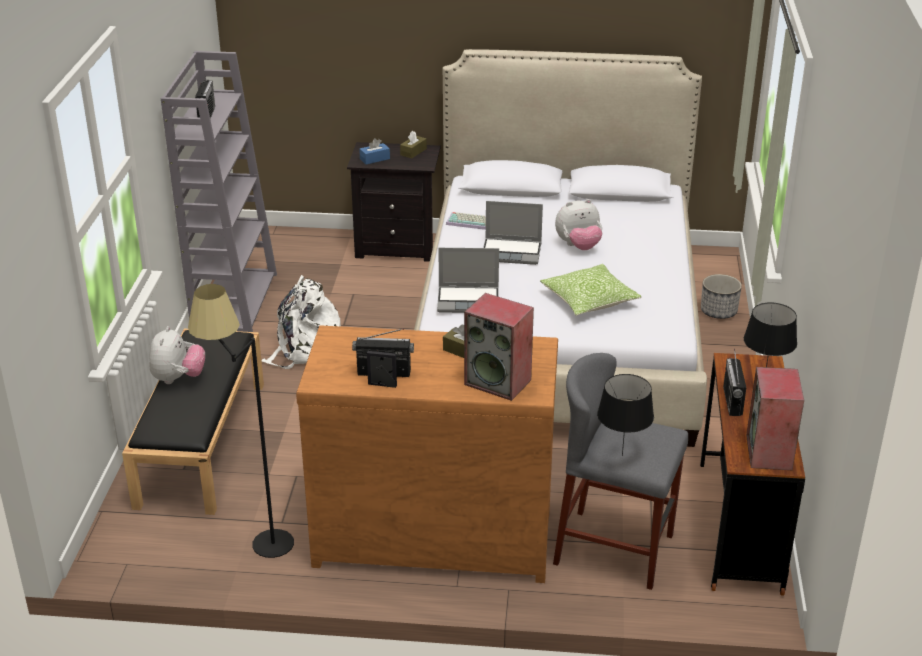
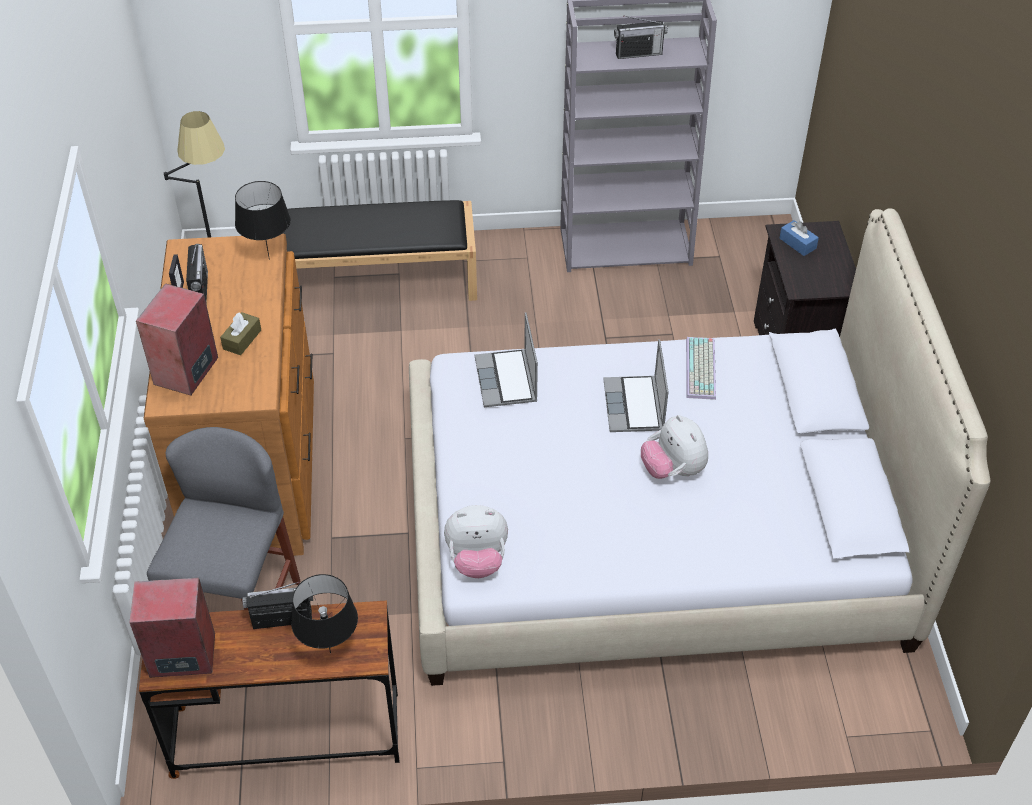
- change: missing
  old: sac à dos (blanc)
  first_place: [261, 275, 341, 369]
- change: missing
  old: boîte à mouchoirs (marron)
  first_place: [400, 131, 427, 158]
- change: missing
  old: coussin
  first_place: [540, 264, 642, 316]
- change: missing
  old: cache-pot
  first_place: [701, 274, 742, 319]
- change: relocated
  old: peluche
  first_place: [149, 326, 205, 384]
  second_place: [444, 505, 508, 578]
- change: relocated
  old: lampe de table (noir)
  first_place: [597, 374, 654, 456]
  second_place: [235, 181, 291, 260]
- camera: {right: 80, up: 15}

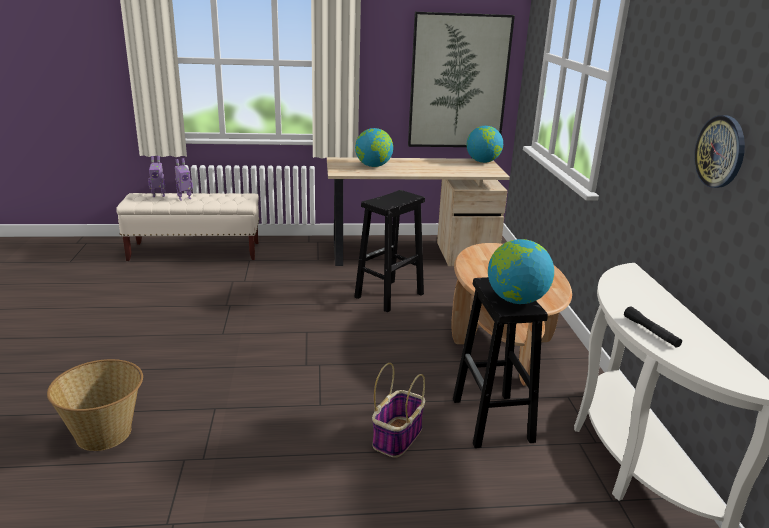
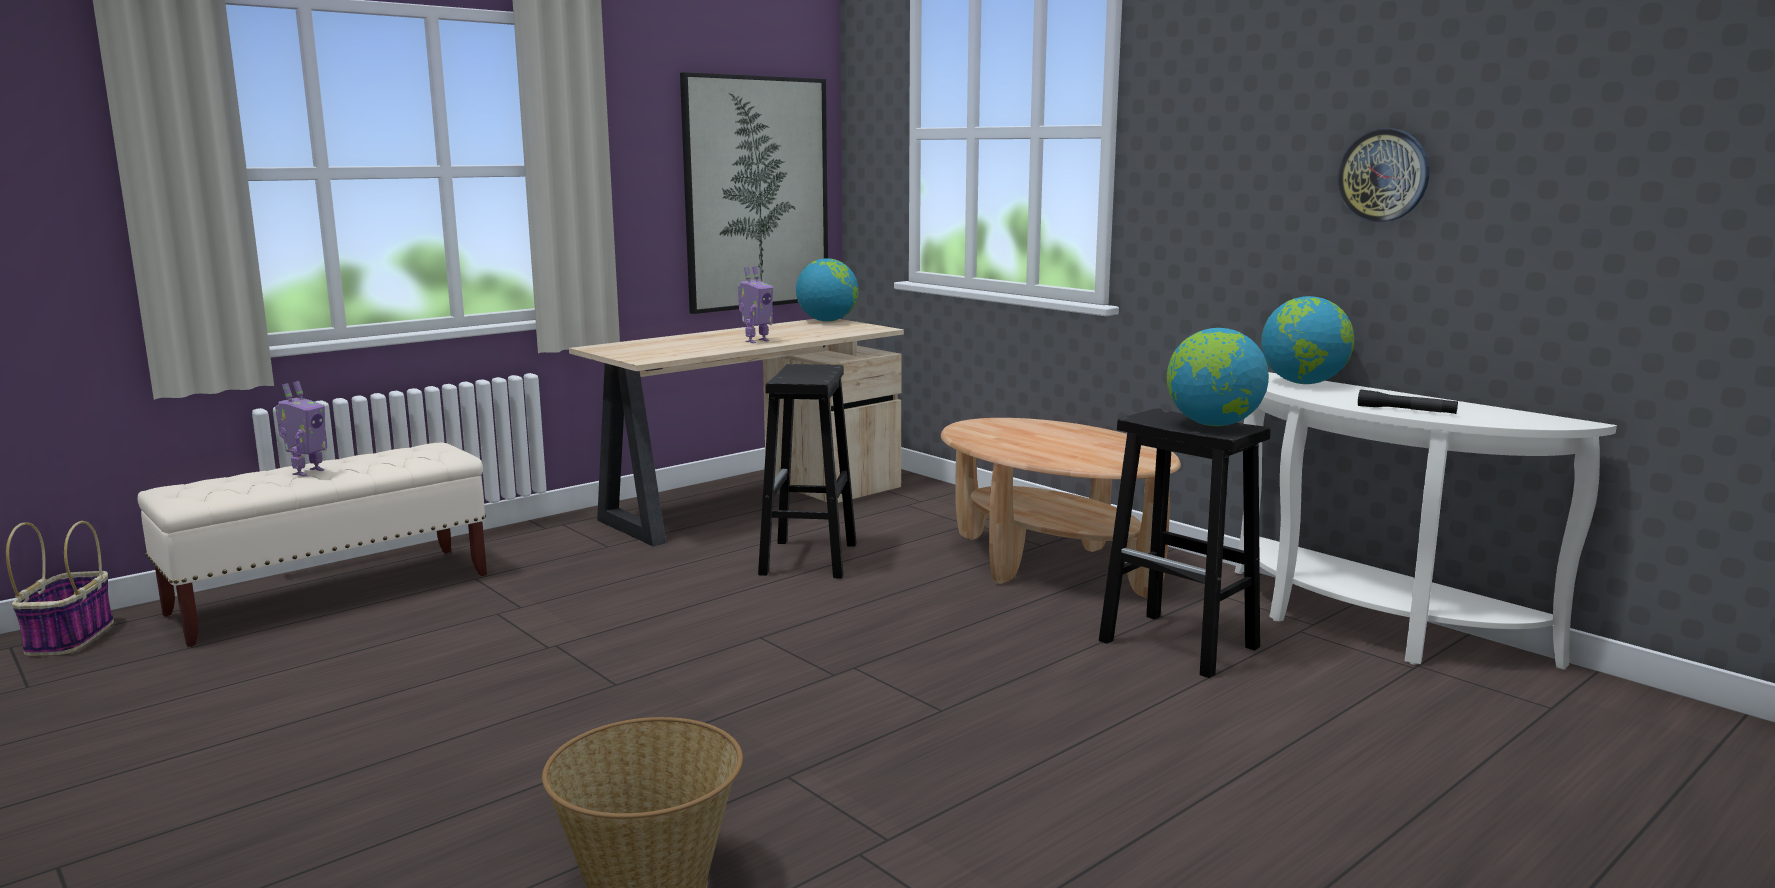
- change: relocated
  old: robot jouet
  first_place: [148, 156, 166, 197]
  second_place: [738, 266, 773, 343]
- change: relocated
  old: globe
  first_place: [355, 128, 393, 167]
  second_place: [1261, 296, 1354, 384]
- change: relocated
  old: panier
  first_place: [372, 363, 425, 457]
  second_place: [6, 521, 114, 656]
- camera: {right: -35, up: -10}

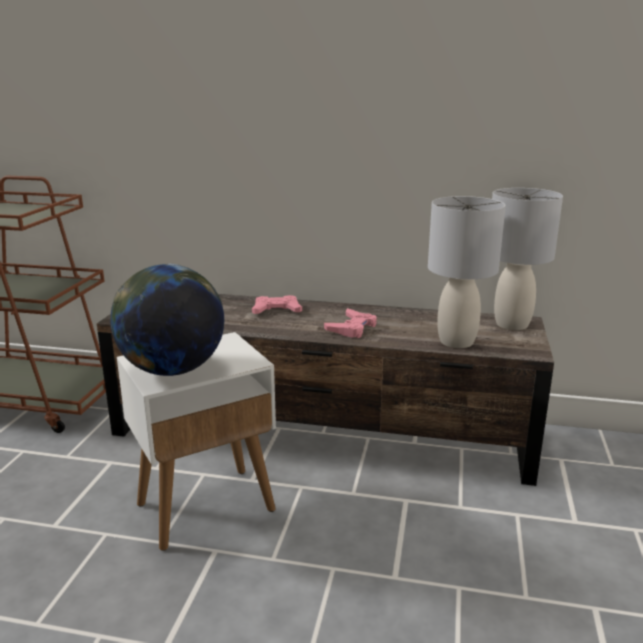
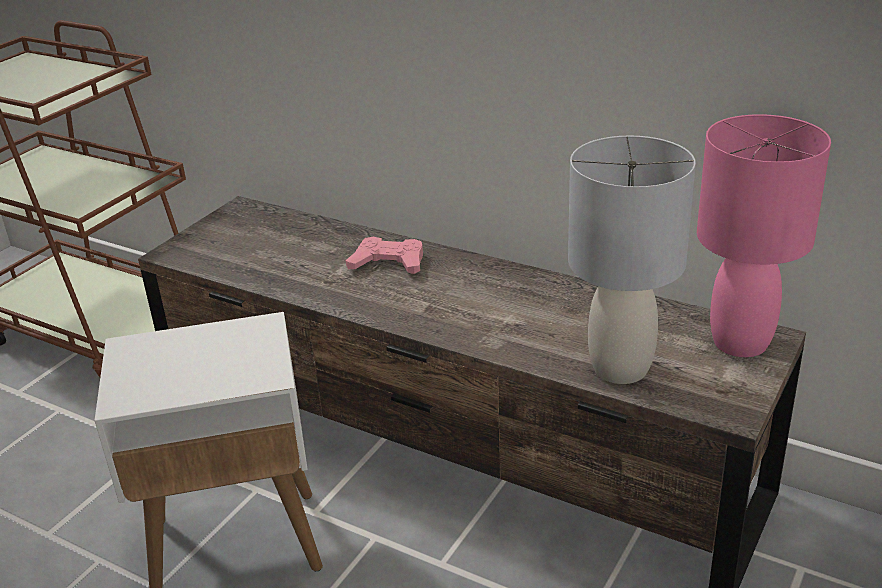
- change: missing
  old: globe
  first_place: [110, 264, 224, 376]
- change: missing
  old: manette (rose)
  first_place: [324, 308, 377, 338]
- change: colour
  old: lampe de table (gris)
  new: lampe de table (rose)
  first_place: [492, 188, 563, 330]
  second_place: [697, 114, 831, 357]
- camera: {right: 20, up: 10}

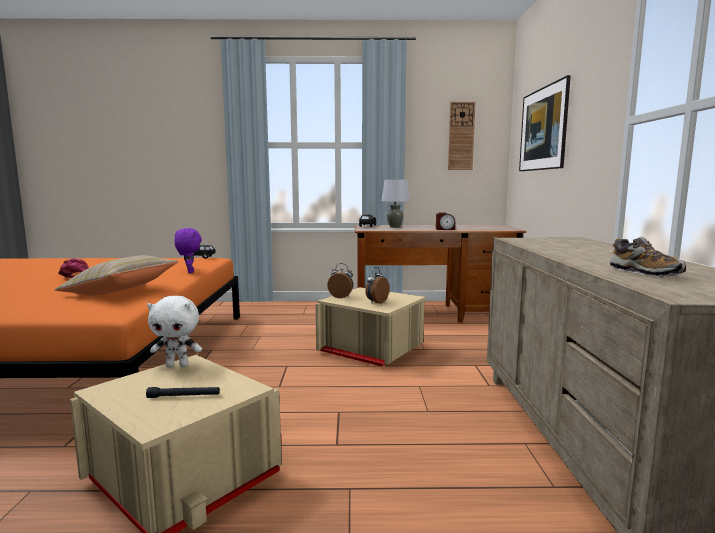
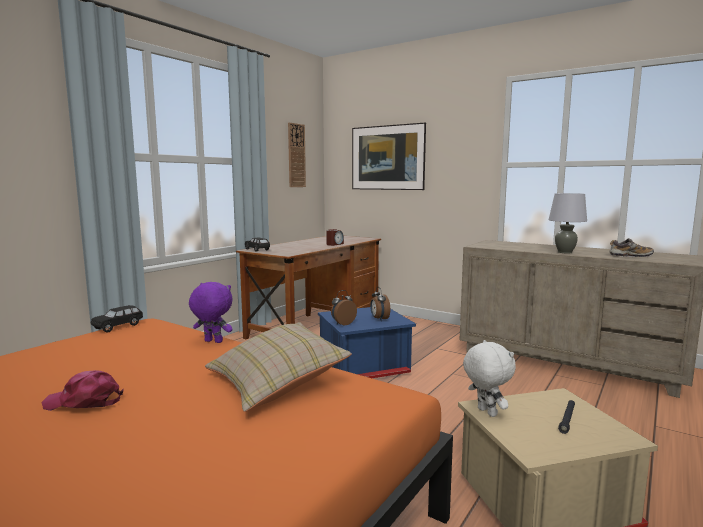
- change: relocated
  old: lampe de table (gris)
  first_place: [381, 179, 410, 228]
  second_place: [548, 193, 587, 254]
- change: colour
  old: boîte de rangement (beige)
  new: boîte de rangement (bleu)
  first_place: [315, 287, 426, 367]
  second_place: [318, 307, 416, 378]
- change: spun
  old: peluche (blanc)
  first_place: [147, 295, 202, 367]
  second_place: [463, 340, 516, 417]
  degrees: -60
- camera: {right: -55, up: 0}

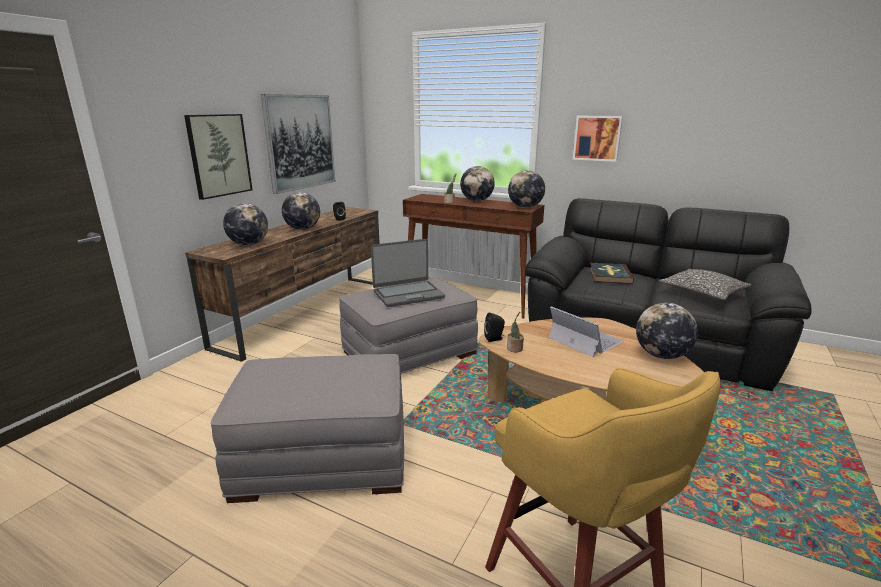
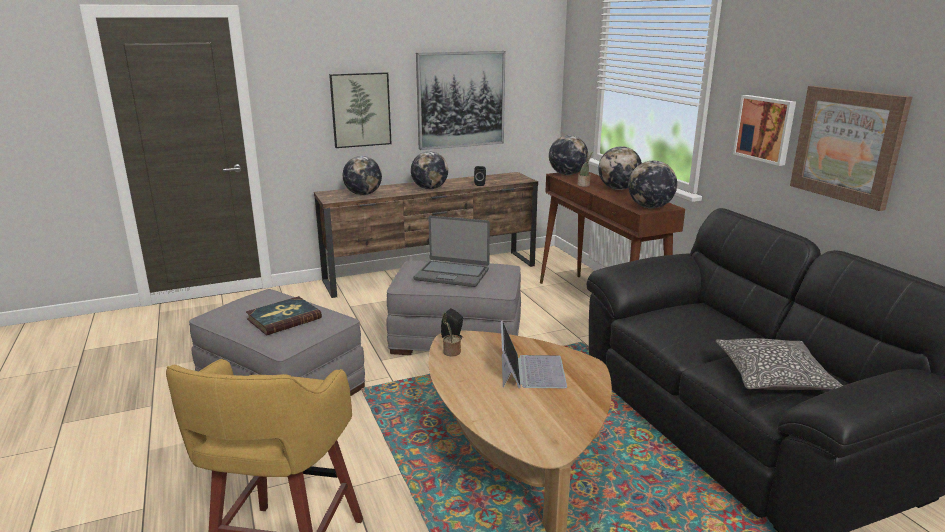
- change: appeared
  new: tableau
  second_place: [790, 86, 912, 211]
- change: relocated
  old: livre
  first_place: [589, 263, 634, 284]
  second_place: [246, 296, 322, 335]
- change: relocated
  old: globe
  first_place: [636, 303, 698, 359]
  second_place: [549, 135, 588, 175]
- camera: {right: 40, up: 0}

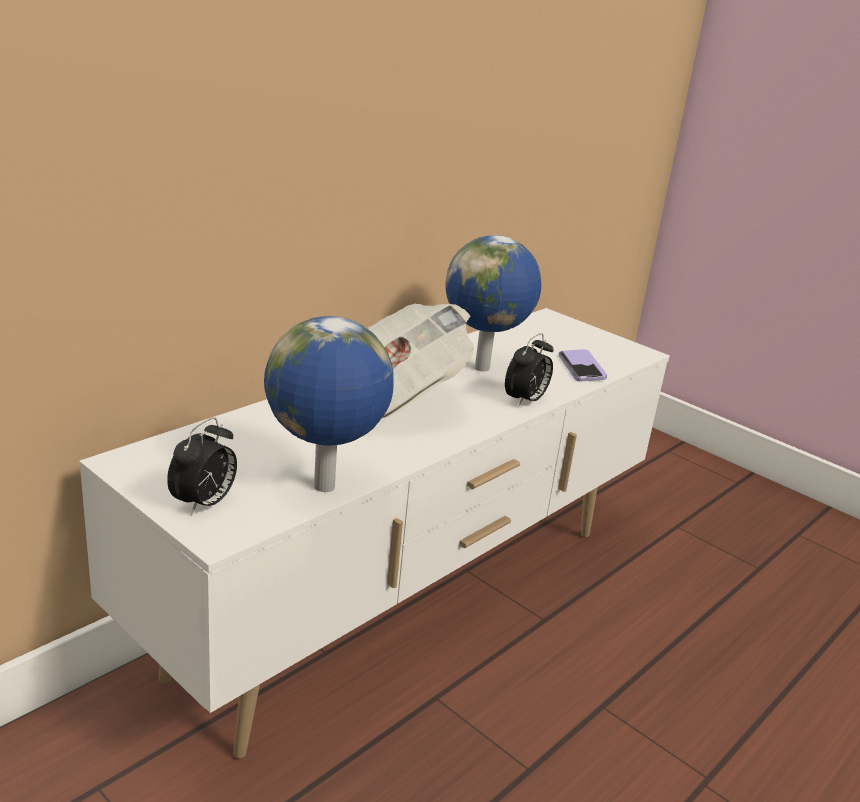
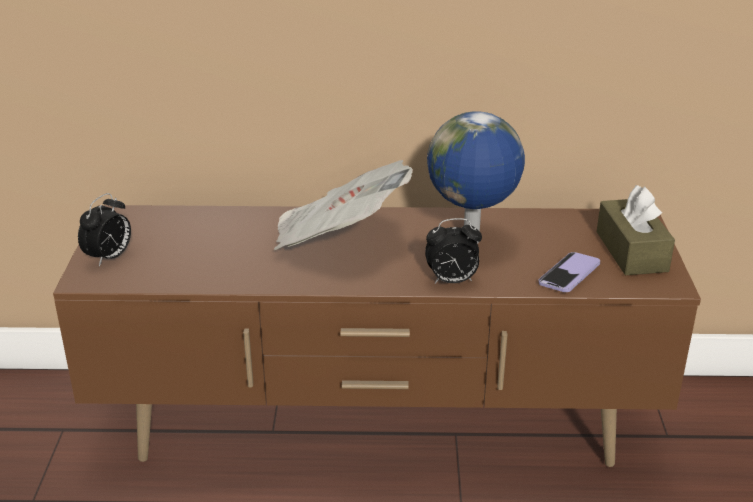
- change: missing
  old: globe
  first_place: [264, 316, 394, 492]
- change: appeared
  new: boîte à mouchoirs (marron)
  second_place: [597, 185, 675, 275]
- change: colour
  old: meuble télé (blanc)
  new: meuble télé (marron)
  first_place: [80, 308, 670, 759]
  second_place: [53, 205, 701, 467]
- change: spun
  old: réveil
  first_place: [167, 417, 237, 516]
  second_place: [78, 193, 131, 267]
  degrees: -45
- camera: {right: 50, up: 5}

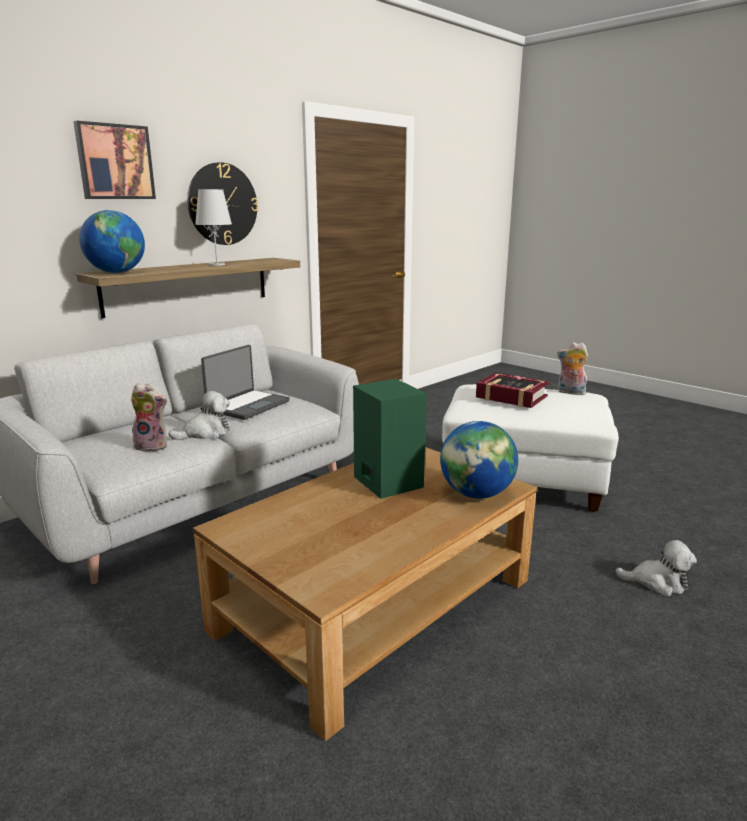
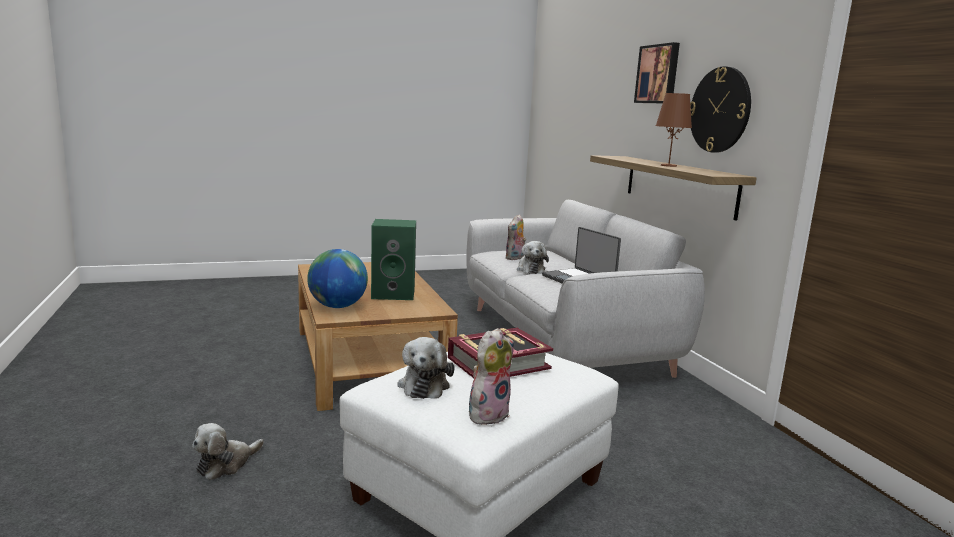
- change: missing
  old: globe
  first_place: [79, 210, 145, 273]
- change: appeared
  new: peluche
  second_place: [398, 337, 454, 399]
- change: colour
  old: lampe de table (blanc)
  new: lampe de table (marron)
  first_place: [195, 189, 232, 266]
  second_place: [656, 93, 692, 167]
- camera: {right: 115, up: -5}

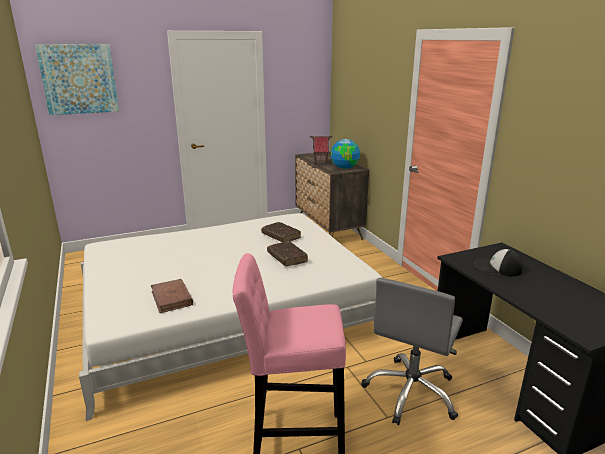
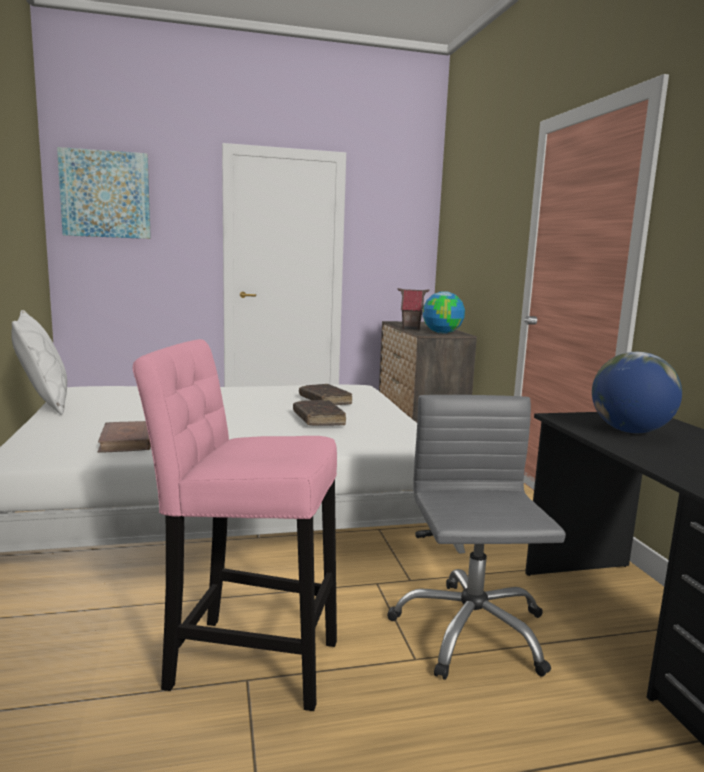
- change: appeared
  new: coussin (blanc)
  second_place: [11, 310, 67, 415]
- change: exchanged
  old: casquette
  new: globe
  first_place: [475, 249, 523, 277]
  second_place: [592, 352, 682, 433]
- change: spun
  old: chaise de bureau (gris)
  first_place: [361, 278, 463, 425]
  second_place: [387, 395, 566, 680]
  degrees: 135
- camera: {right: 10, up: -10}

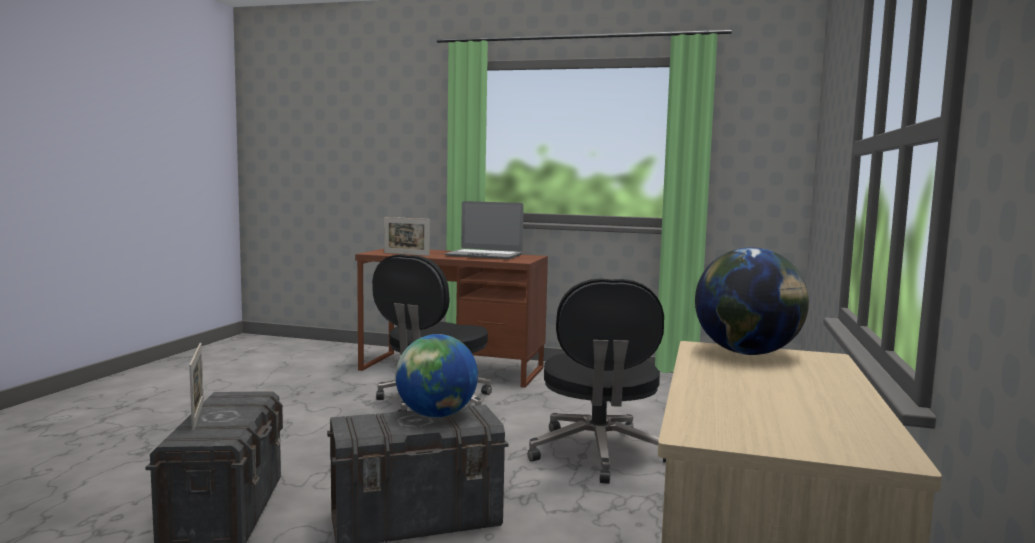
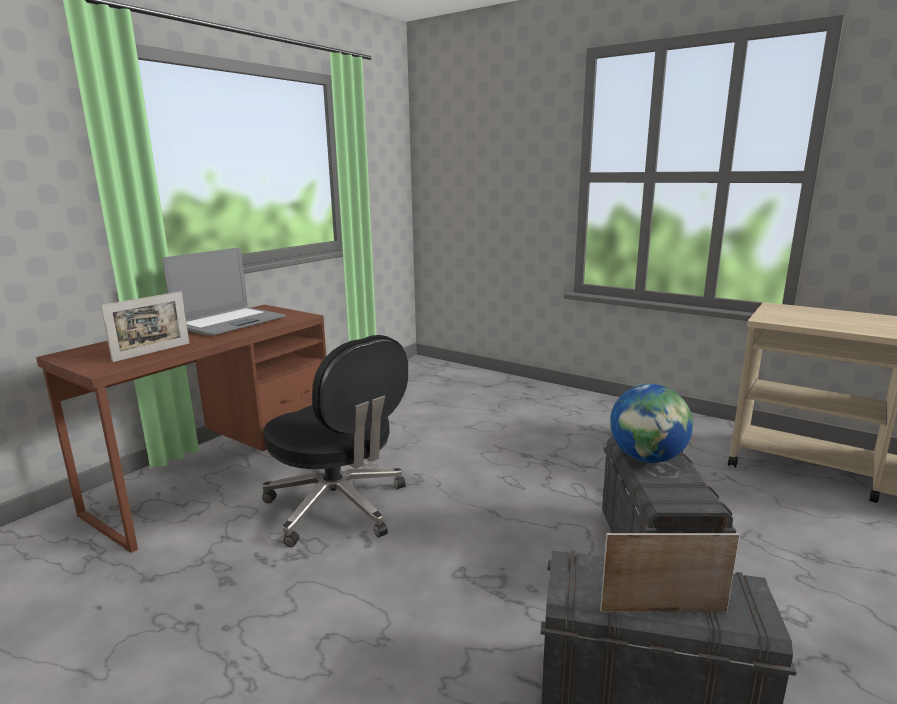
- change: missing
  old: chaise de bureau (noir)
  first_place: [528, 278, 666, 484]
- change: missing
  old: globe
  first_place: [695, 247, 809, 355]
- camera: {right: -70, up: 10}

